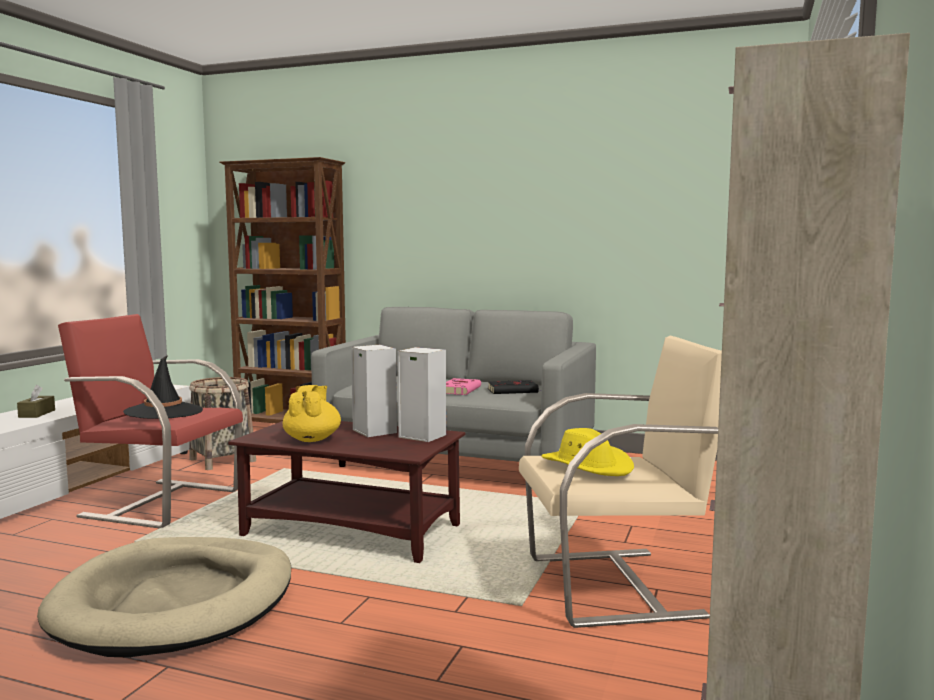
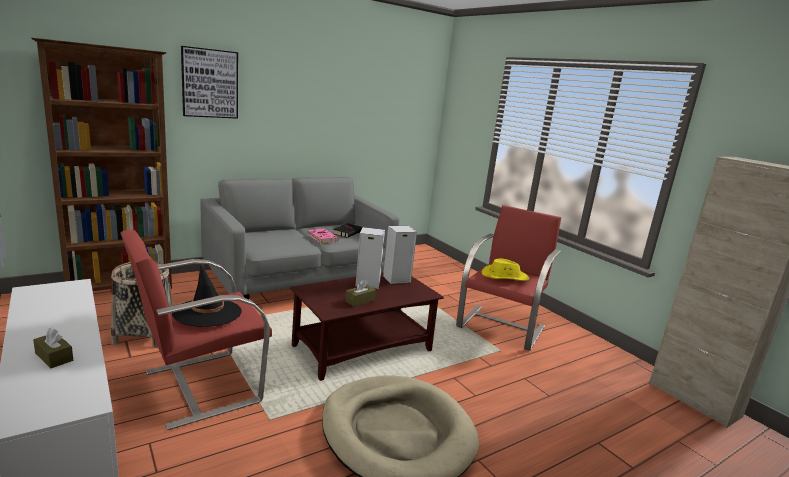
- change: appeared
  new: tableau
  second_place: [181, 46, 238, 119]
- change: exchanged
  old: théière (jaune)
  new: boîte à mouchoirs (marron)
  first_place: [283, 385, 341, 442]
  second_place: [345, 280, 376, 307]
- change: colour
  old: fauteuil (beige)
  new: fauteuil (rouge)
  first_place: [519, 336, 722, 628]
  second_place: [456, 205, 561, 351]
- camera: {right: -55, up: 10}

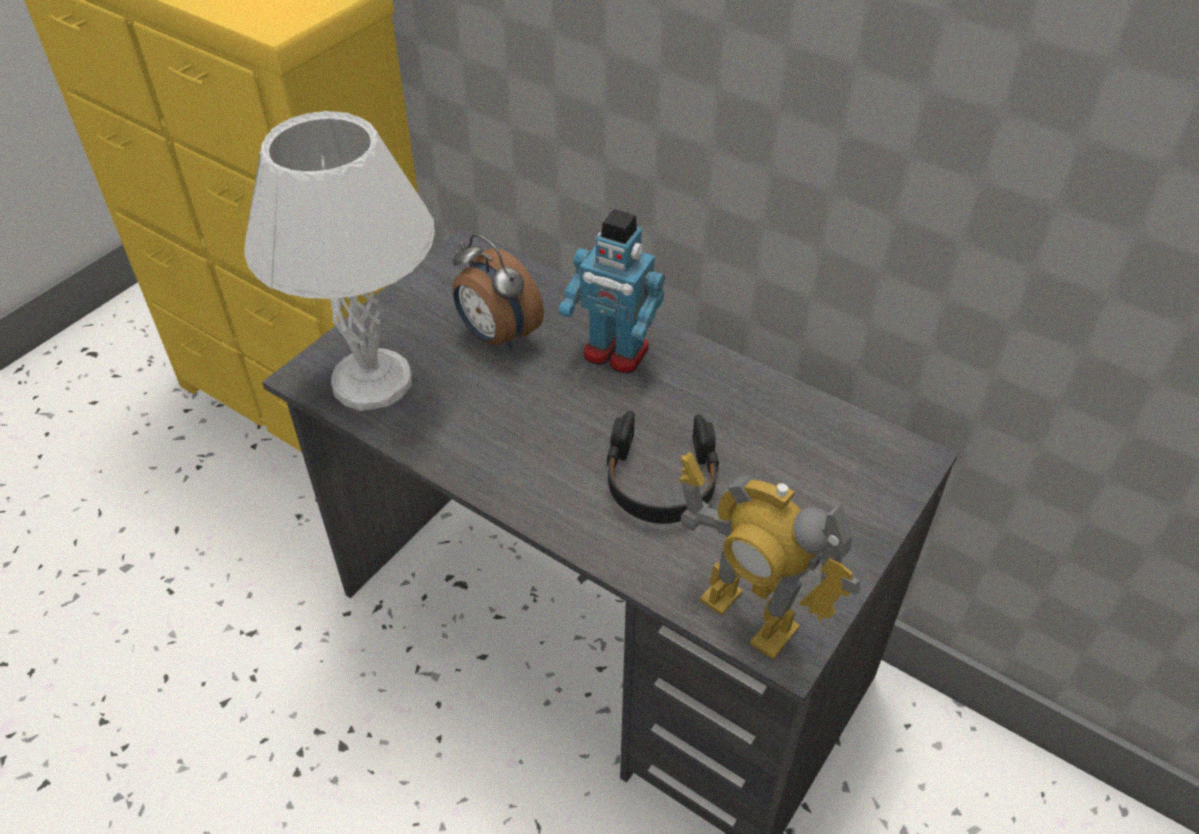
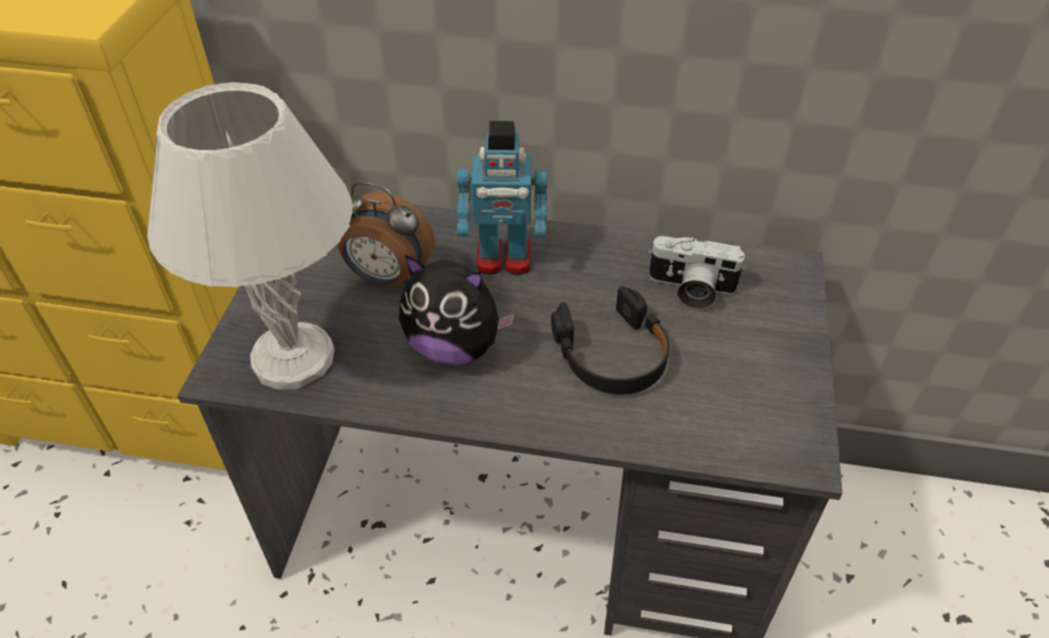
- change: missing
  old: robot jouet
  first_place: [679, 452, 860, 659]
- change: appeared
  new: peluche
  second_place: [399, 255, 515, 365]
- change: appeared
  new: appareil photo
  second_place: [648, 236, 746, 309]
- camera: {right: -25, up: 0}

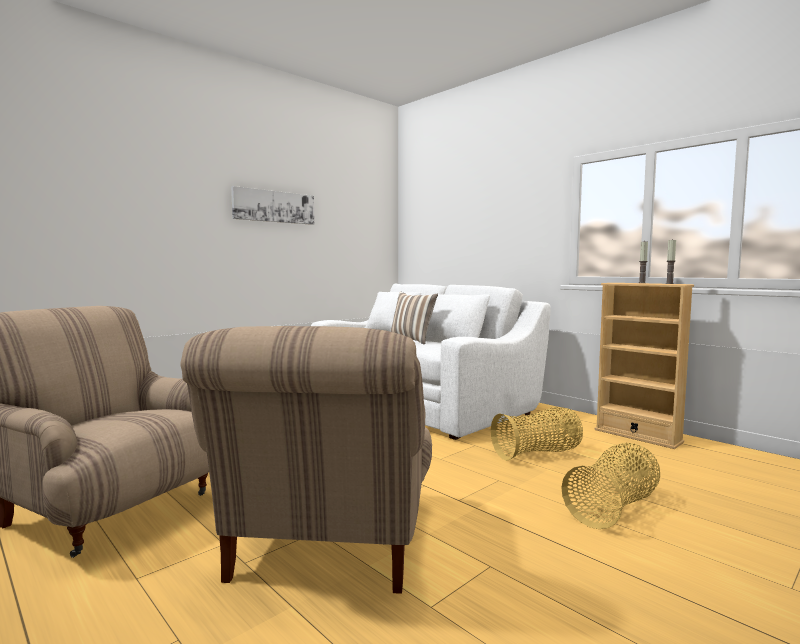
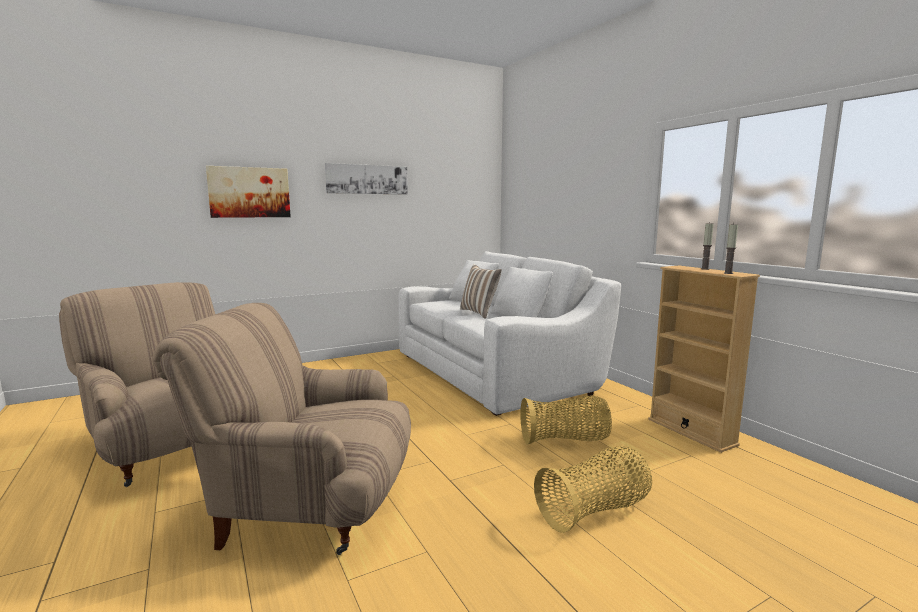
- change: appeared
  new: tableau
  second_place: [206, 166, 291, 218]
- change: spun
  old: fauteuil (beige)
  first_place: [180, 326, 432, 594]
  second_place: [152, 303, 411, 555]
  degrees: 75
- camera: {right: 15, up: 5}

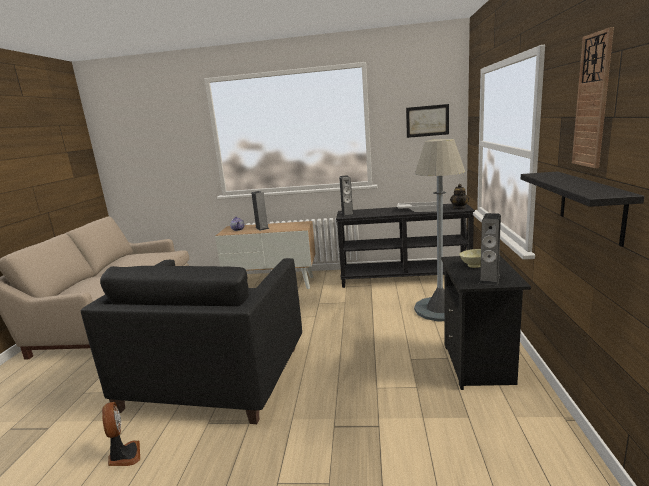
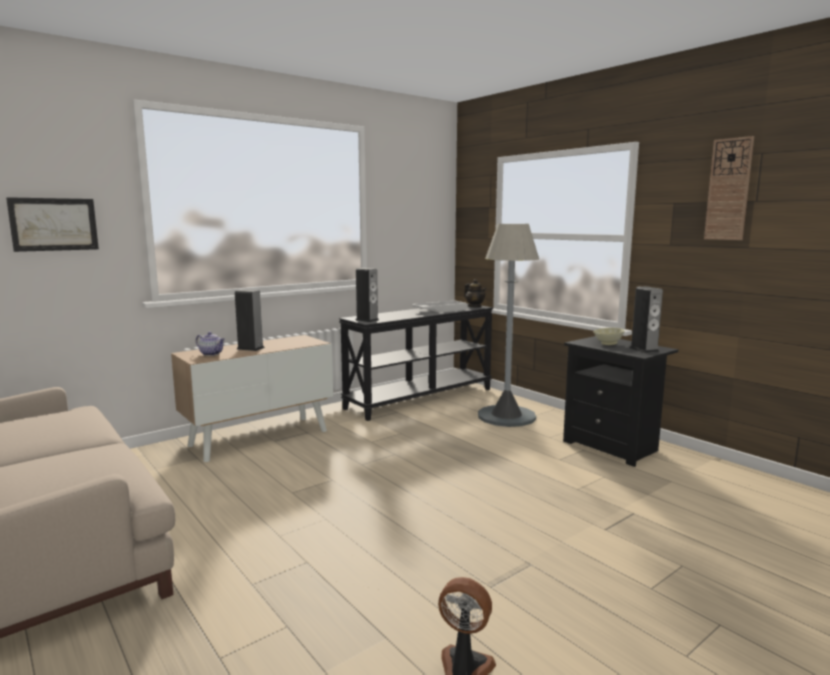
- change: missing
  old: fauteuil (noir)
  first_place: [81, 258, 302, 424]
- change: missing
  old: étagère (noir)
  first_place: [521, 171, 644, 247]
- change: relocated
  old: tableau
  first_place: [406, 104, 449, 138]
  second_place: [6, 197, 99, 252]
- camera: {right: -45, up: -5}

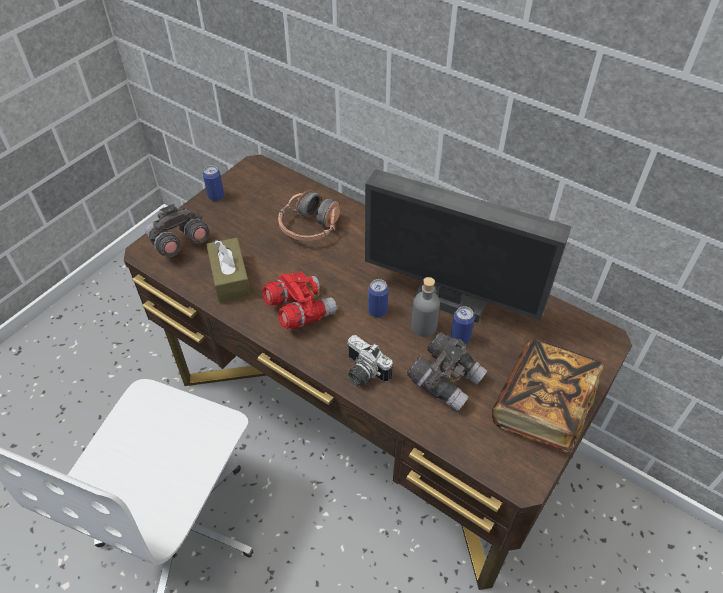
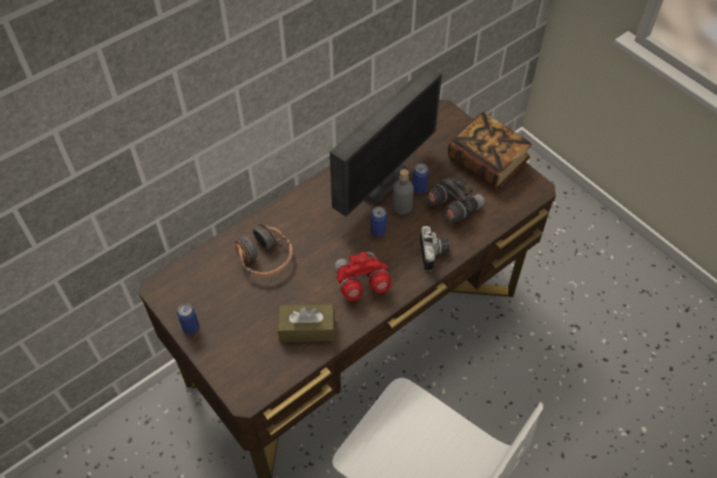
- change: missing
  old: jumelles (gris)
  first_place: [145, 204, 210, 257]
- change: spun
  old: appareil photo
  first_place: [347, 335, 393, 386]
  second_place: [420, 226, 449, 271]
  degrees: -60
- camera: {right: -75, up: 5}

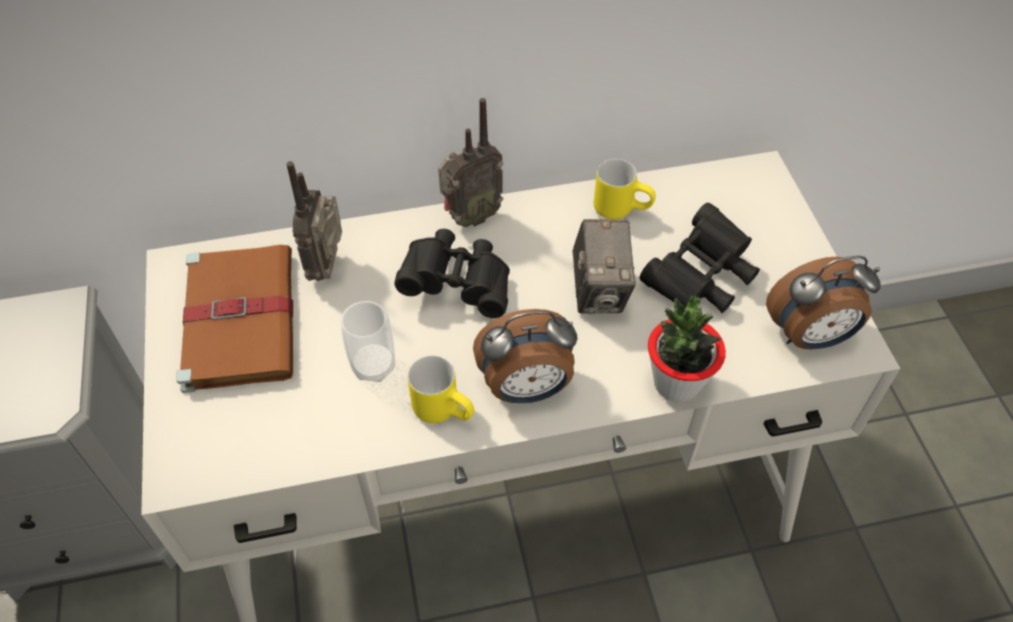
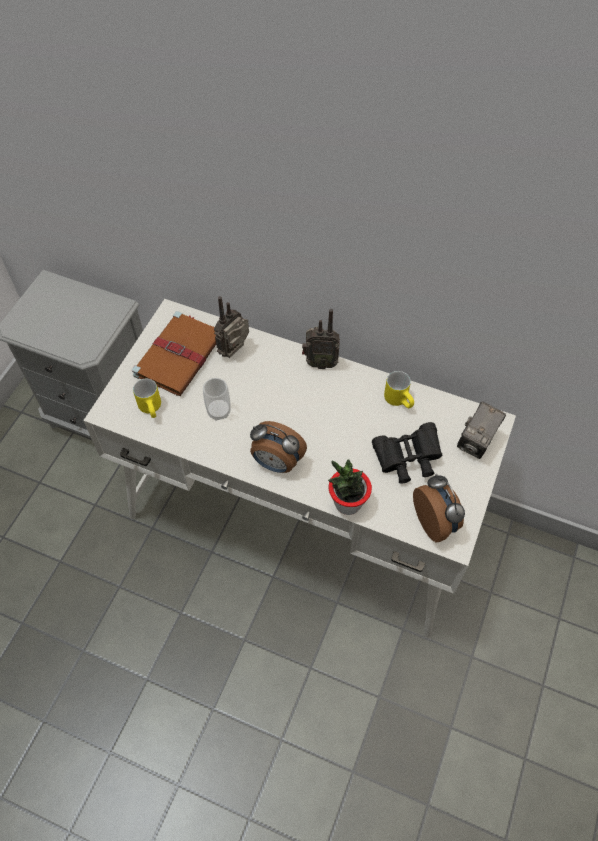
- change: missing
  old: jumelles (noir)
  first_place: [394, 229, 510, 318]
- change: relocated
  old: mug (jaune)
  first_place: [408, 356, 474, 423]
  second_place: [133, 379, 161, 418]
- change: relocated
  old: appareil photo
  first_place: [572, 219, 636, 314]
  second_place: [457, 401, 506, 459]
- change: spun
  old: réveil
  first_place: [766, 256, 881, 349]
  second_place: [413, 474, 465, 542]
  degrees: -135
- camera: {right: 35, up: 5}

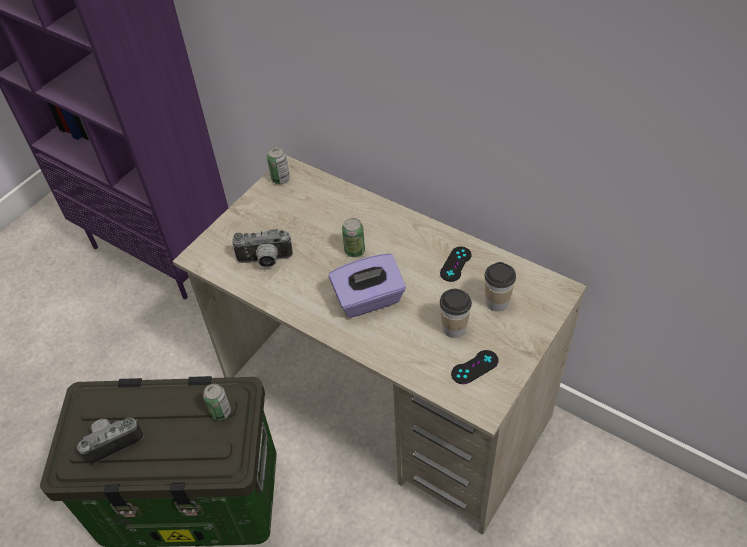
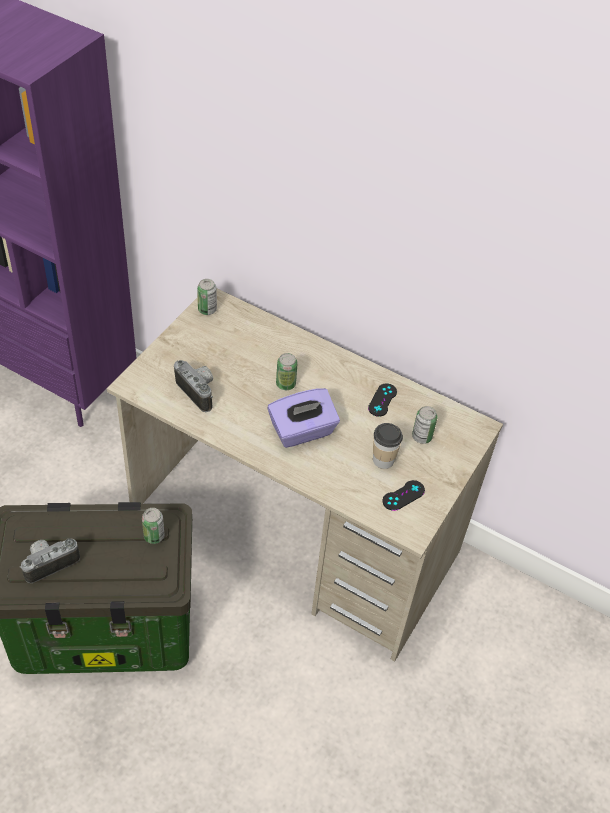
- change: exchanged
  old: tasse
  new: boîte métallique
  first_place: [485, 262, 516, 311]
  second_place: [412, 406, 438, 444]
- change: spun
  old: appareil photo
  first_place: [232, 229, 293, 268]
  second_place: [174, 360, 213, 412]
  degrees: -120
- camera: {right: -10, up: 0}

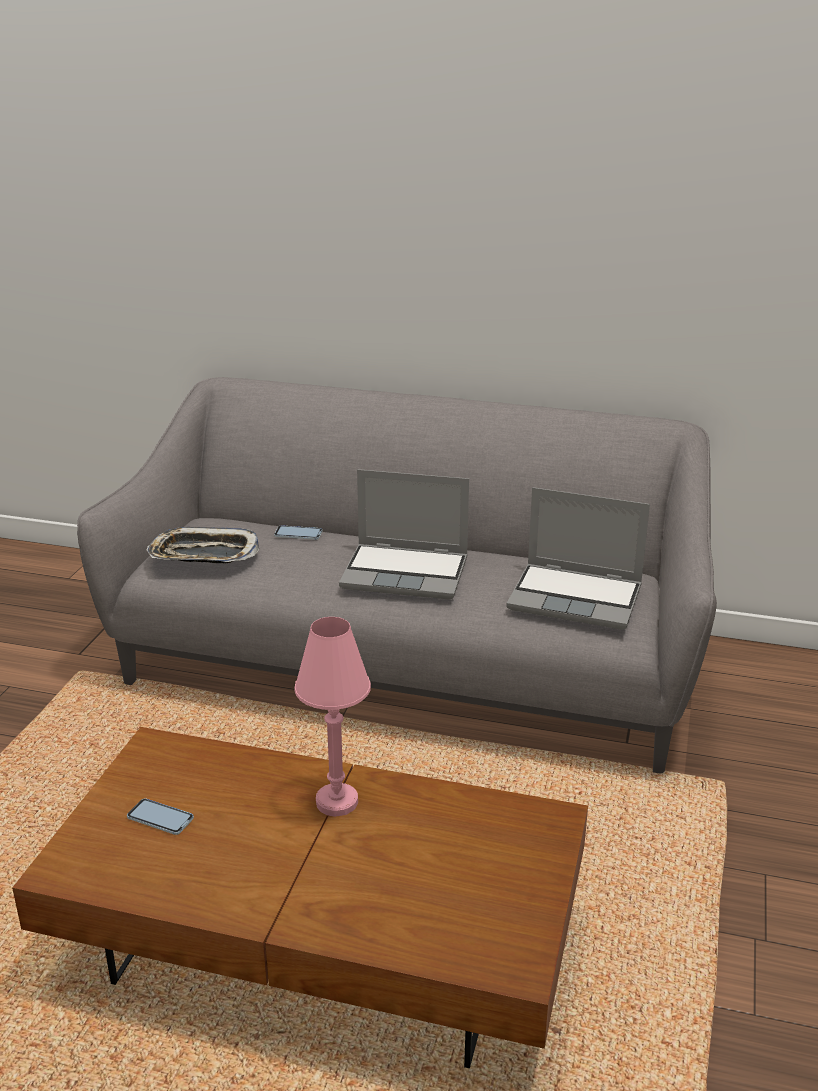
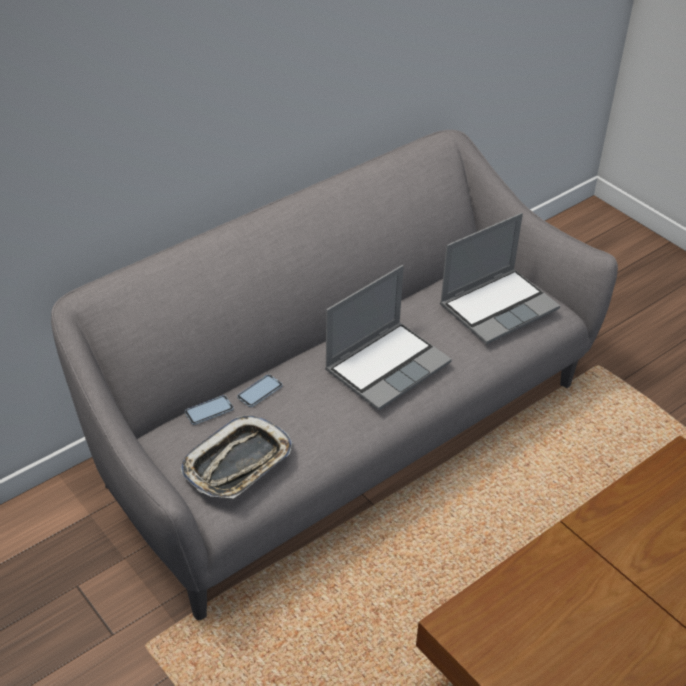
- change: missing
  old: lampe de table (rose)
  first_place: [294, 617, 371, 817]
- change: relocated
  old: téléphone
  first_place: [127, 798, 194, 835]
  second_place: [185, 395, 234, 425]
- camera: {right: -55, up: 15}

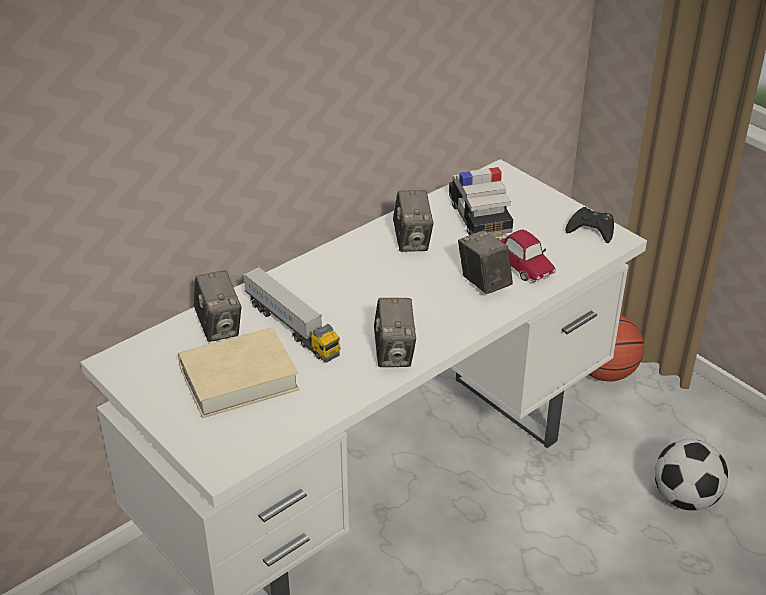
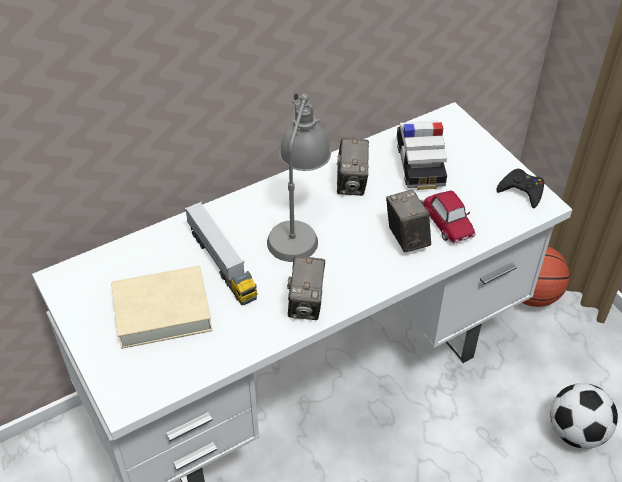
- change: missing
  old: appareil photo
  first_place: [194, 270, 241, 342]
- change: appeared
  new: lampe de table (gris)
  second_place: [267, 93, 331, 262]
- camera: {right: 10, up: 10}

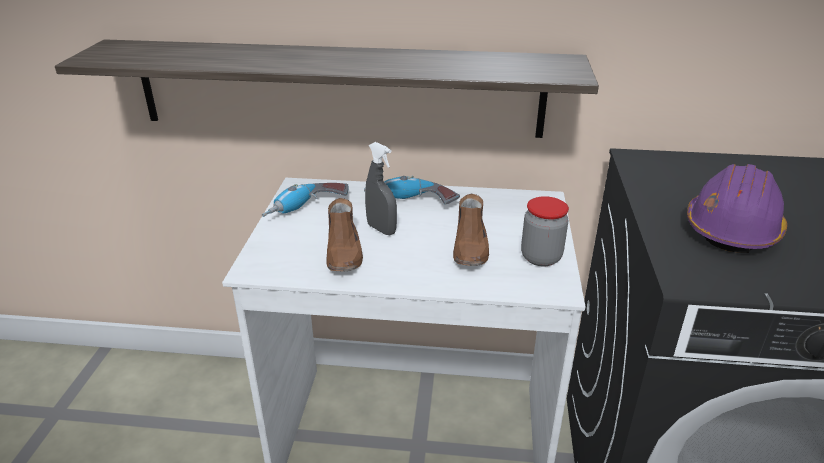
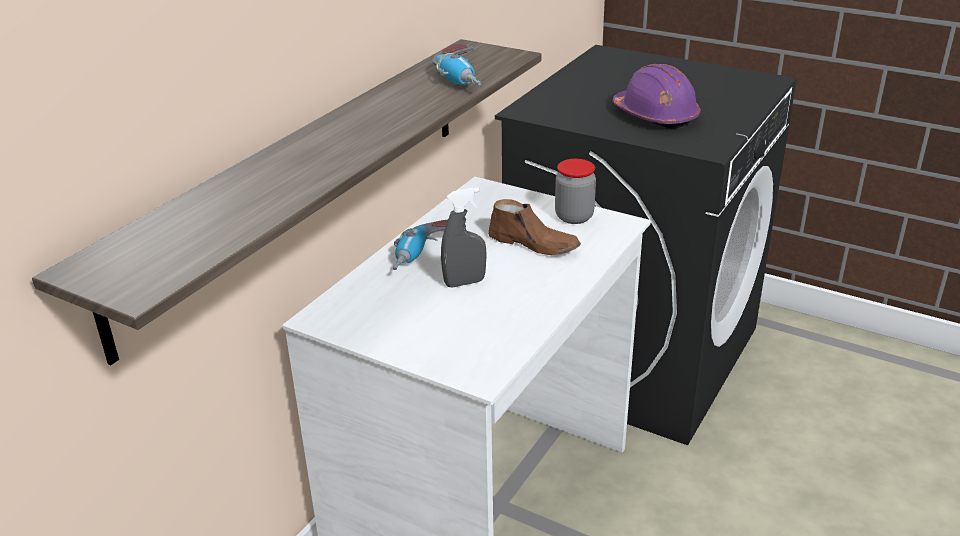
- change: missing
  old: chaussure (marron)
  first_place: [326, 198, 363, 271]
- change: relocated
  old: perceuse
  first_place: [262, 183, 349, 217]
  second_place: [432, 44, 481, 85]
- camera: {right: -65, up: 0}

